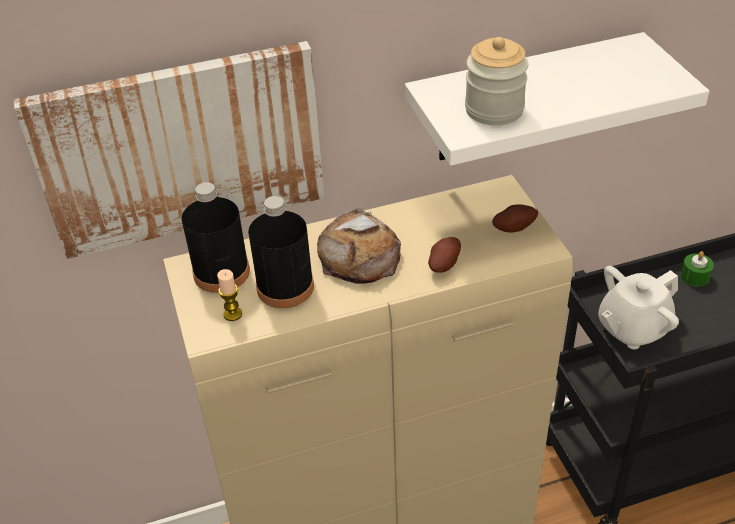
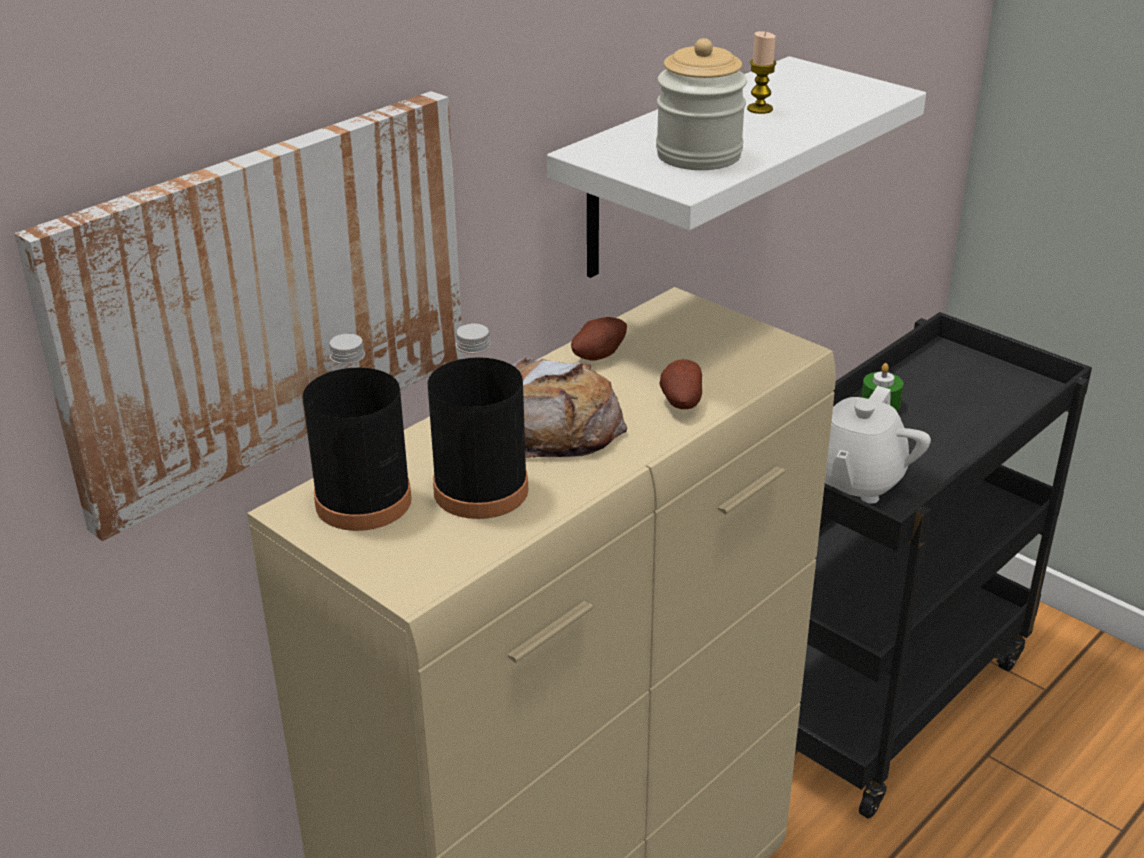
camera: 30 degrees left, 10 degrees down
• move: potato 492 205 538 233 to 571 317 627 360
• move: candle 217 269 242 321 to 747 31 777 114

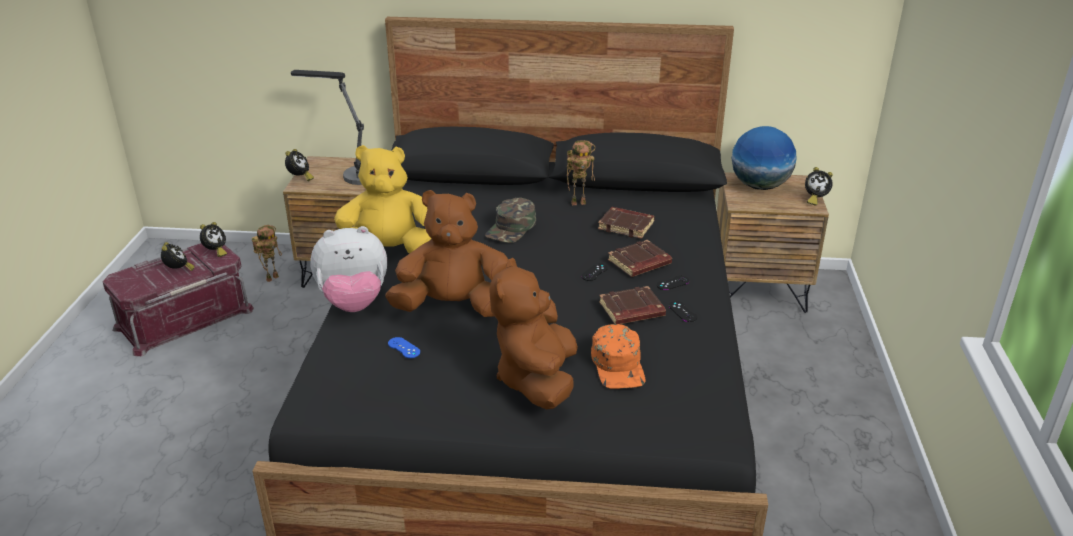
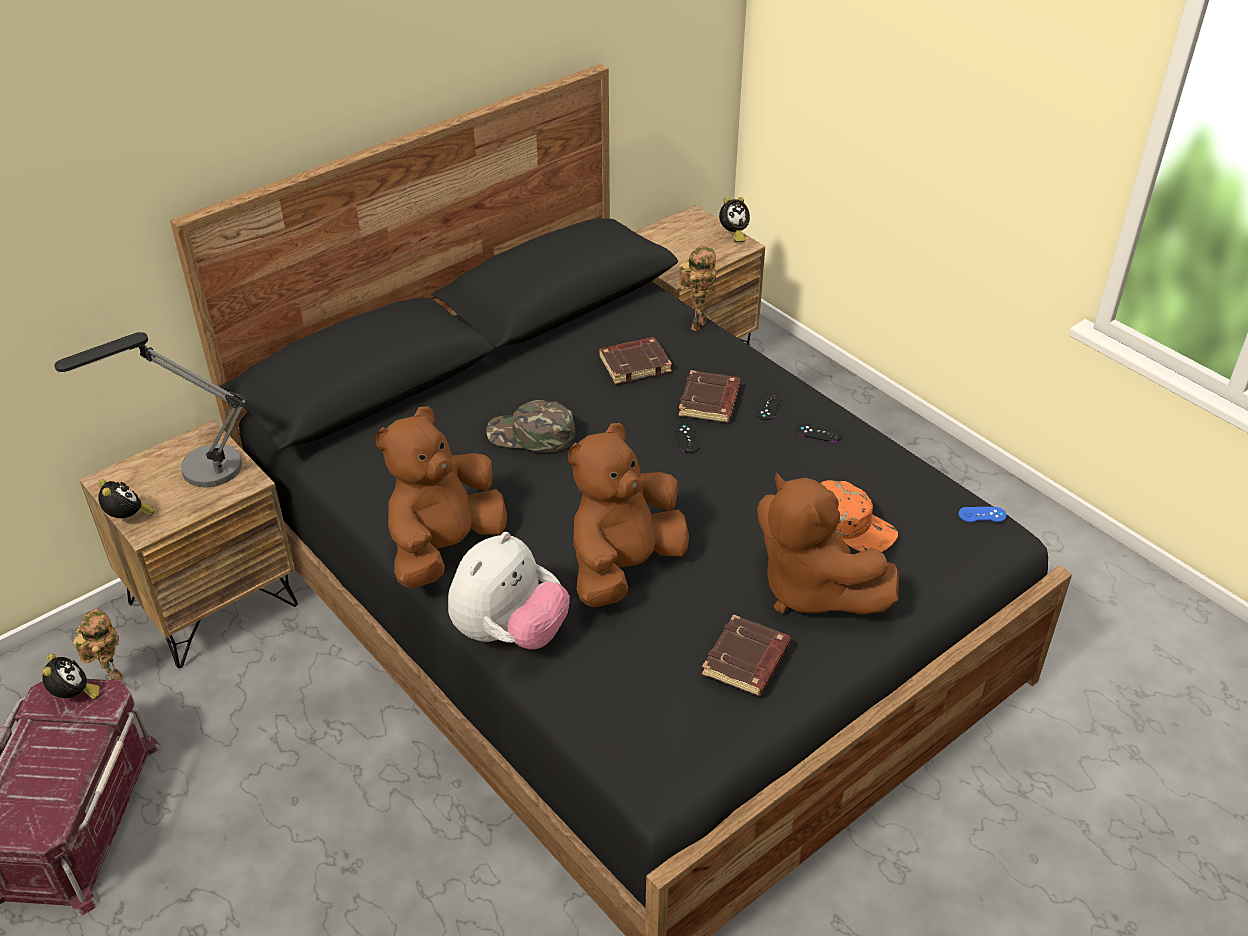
camera: 45 degrees left, 10 degrees up
• recolor: plush toy (yellow) 334 145 432 254 to plush toy (brown) 375 406 507 588
• rotate: cap (green) 485 198 536 243 = 486 400 575 453 120 degrees clockwise
• move: toy robot 566 140 595 205 to 678 246 717 331
• move: book (brown) 599 286 666 324 to 702 614 791 696
• move: game controller (blue) 388 337 420 358 to 958 507 1007 522
• delete: alarm clock 161 242 195 271
• delete: globe 732 126 796 190

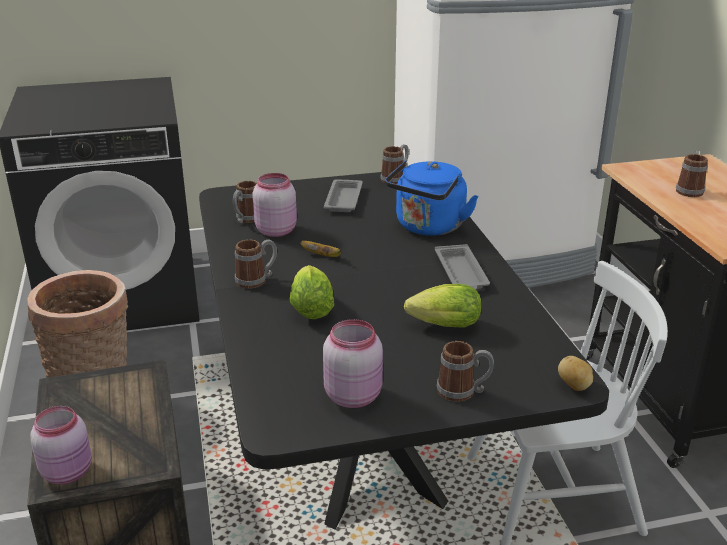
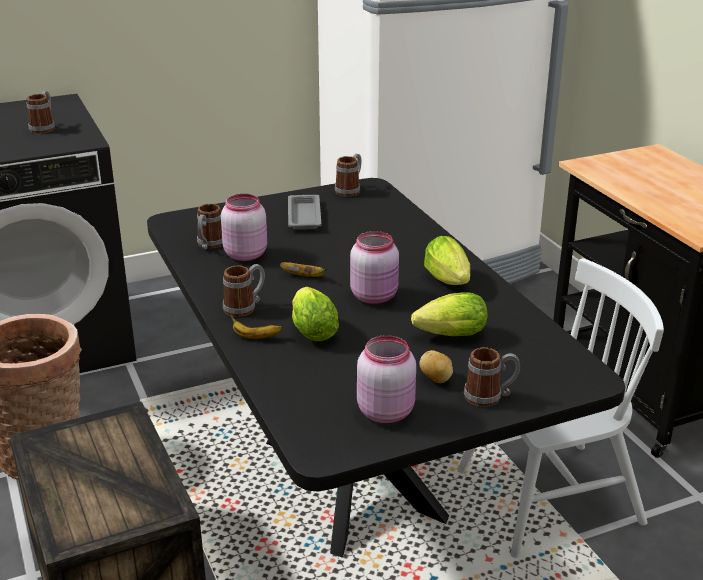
camera: 10 degrees left, 0 degrees up
• move: mug 676 151 708 197 to 27 91 55 134
• insert: banana 230 314 282 339
• move: jar (pink) 30 406 92 485 to 350 231 399 304
• move: potato 558 356 593 391 to 419 350 453 383
• replace: tray (grey) 435 244 490 289 to lettuce 424 236 470 285
• delete: kettle (blue) 385 161 479 236

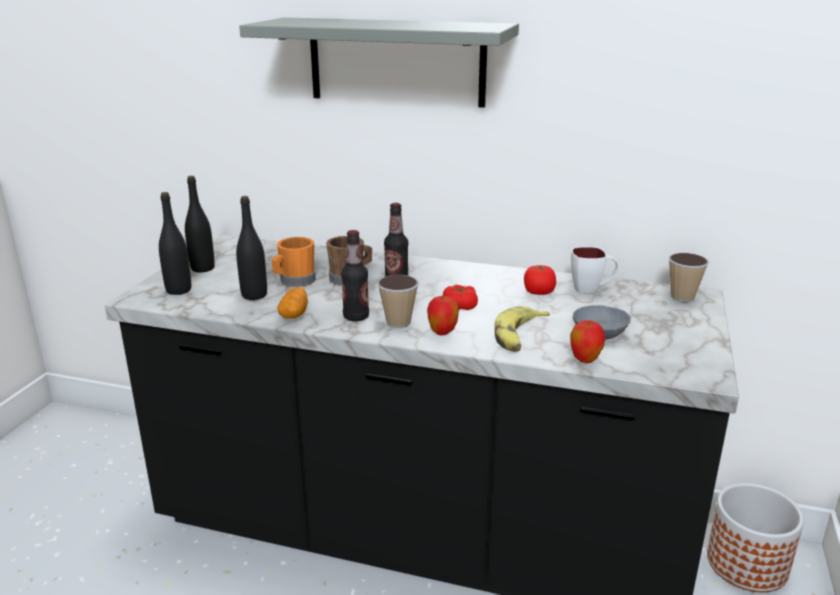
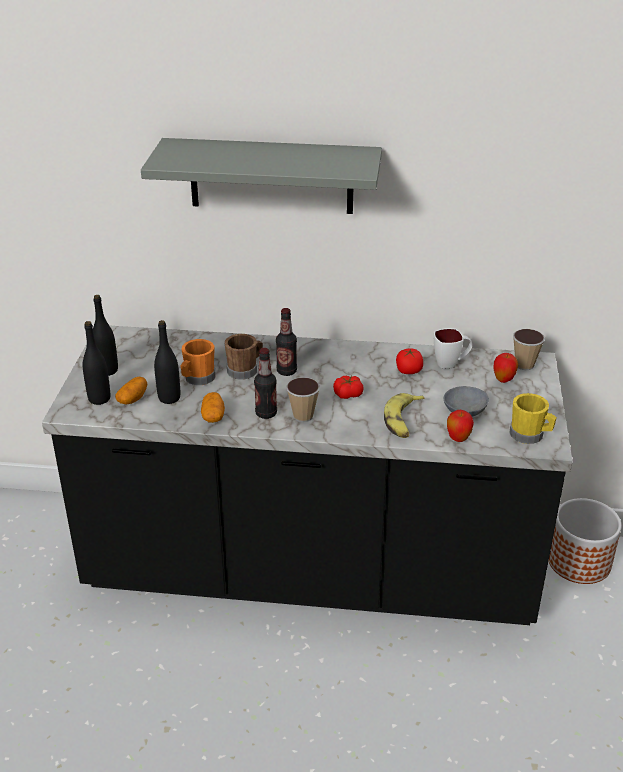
camera: 10 degrees left, 10 degrees up
• insert: potato 115 377 147 404
• move: apple 427 296 459 335 to 494 353 518 383
• insert: mug (yellow) 509 393 557 444

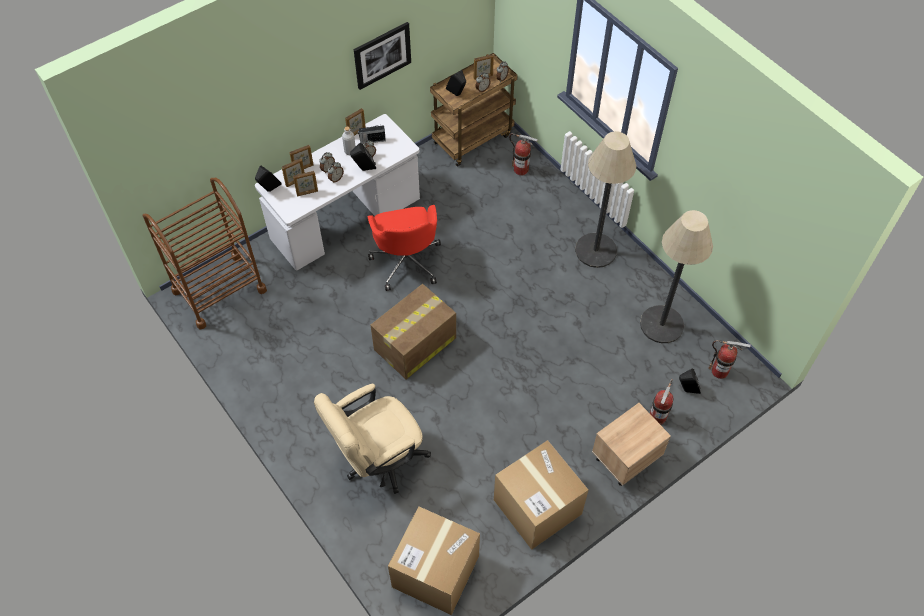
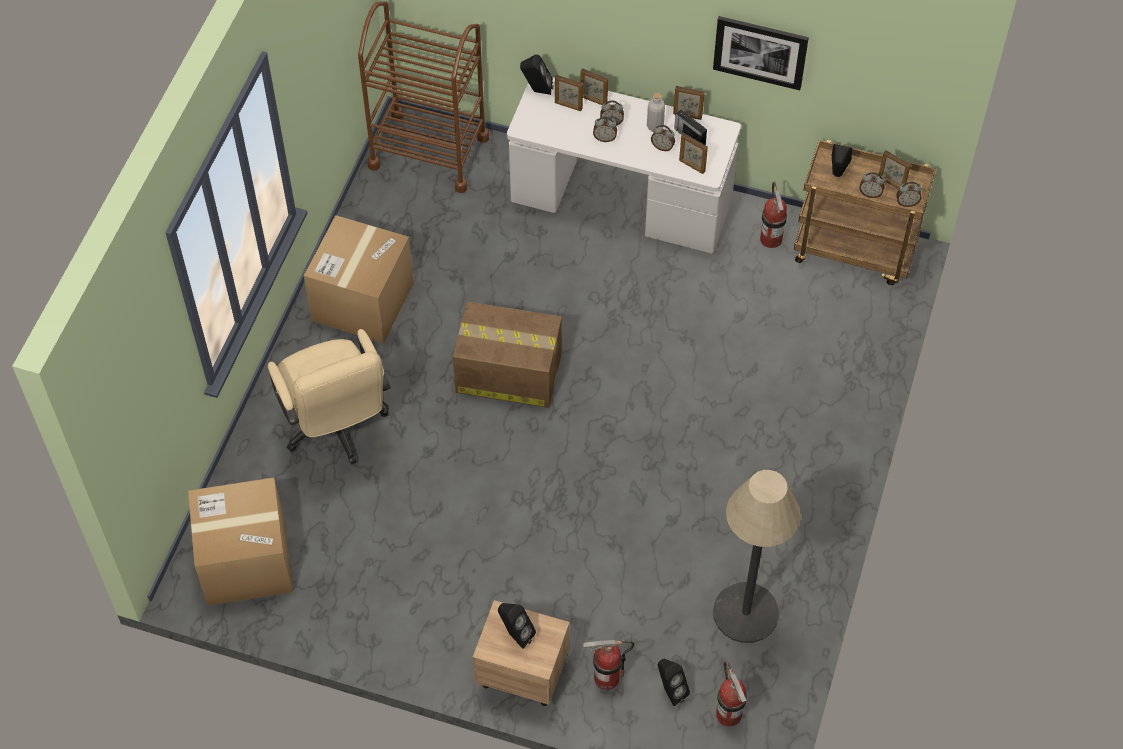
camera: 55 degrees right, 0 degrees up
• rotate: office chair (beige) 314 384 431 494 = 268 329 391 464 135 degrees counterclockwise
• move: cardboard box 494 440 588 550 to 304 215 414 343
• move: speaker (black) 350 143 376 171 to 498 603 536 649
• move: picture frame 293 171 318 196 to 679 133 708 174
• move: fire extinguisher 509 133 538 175 to 760 181 787 248
• delete: office chair (red) 367 205 441 291
• delete: floor lamp 575 131 636 268

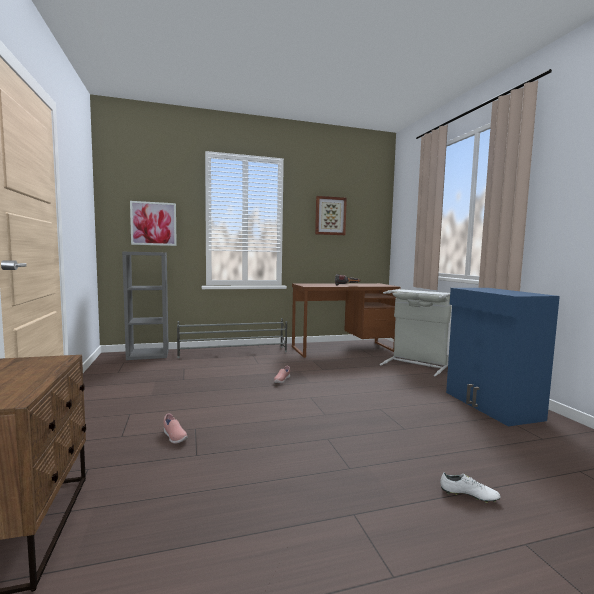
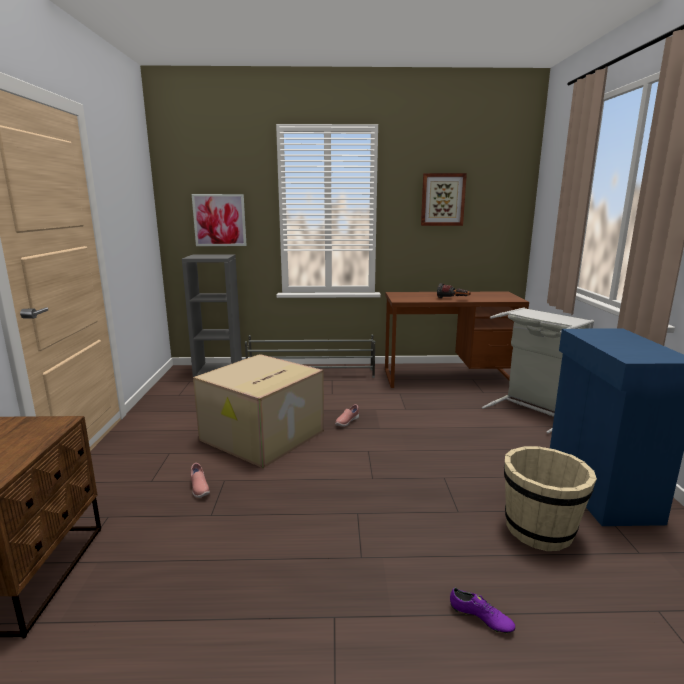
camera: 15 degrees right, 10 degrees up
• insert: cardboard box 193 354 324 468
• recolor: shoe (white) 440 473 501 503 to shoe (purple) 450 587 515 634
• insert: bucket (beige) 504 446 597 551

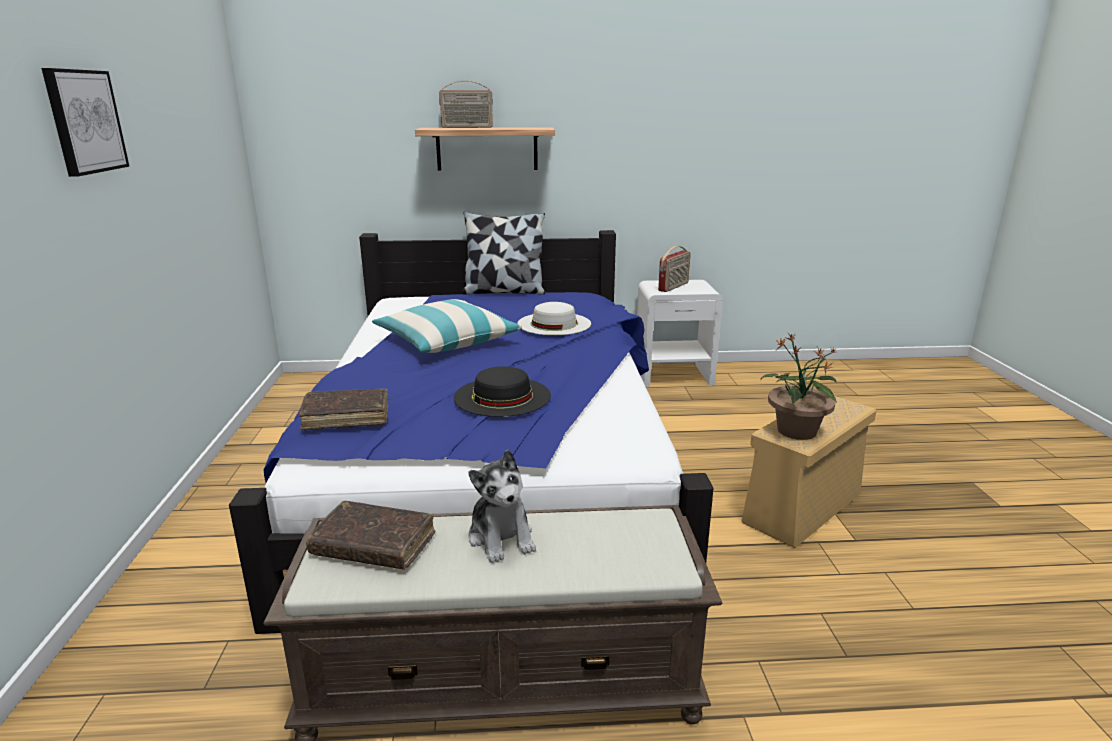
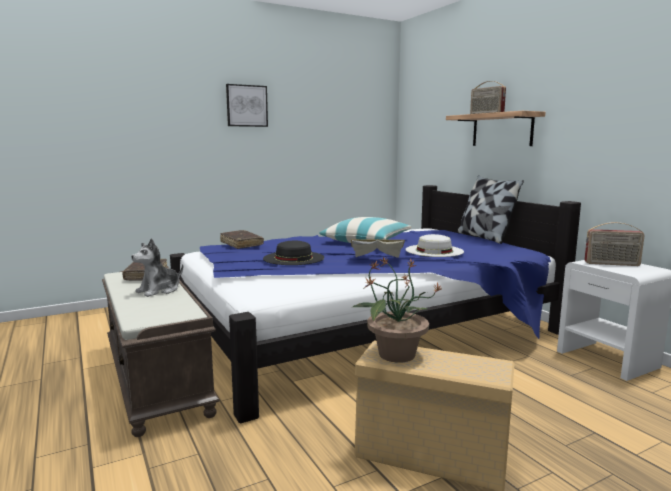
camera: 65 degrees right, 10 degrees down
• insert: book 351 239 405 258

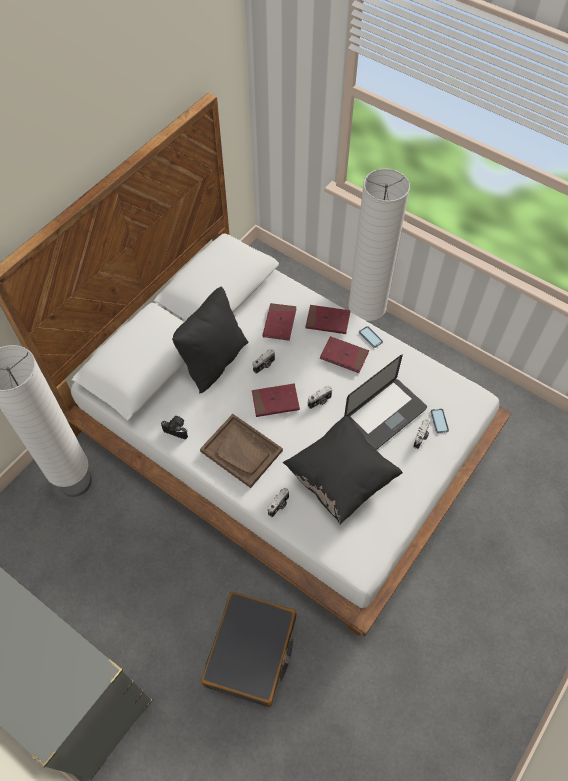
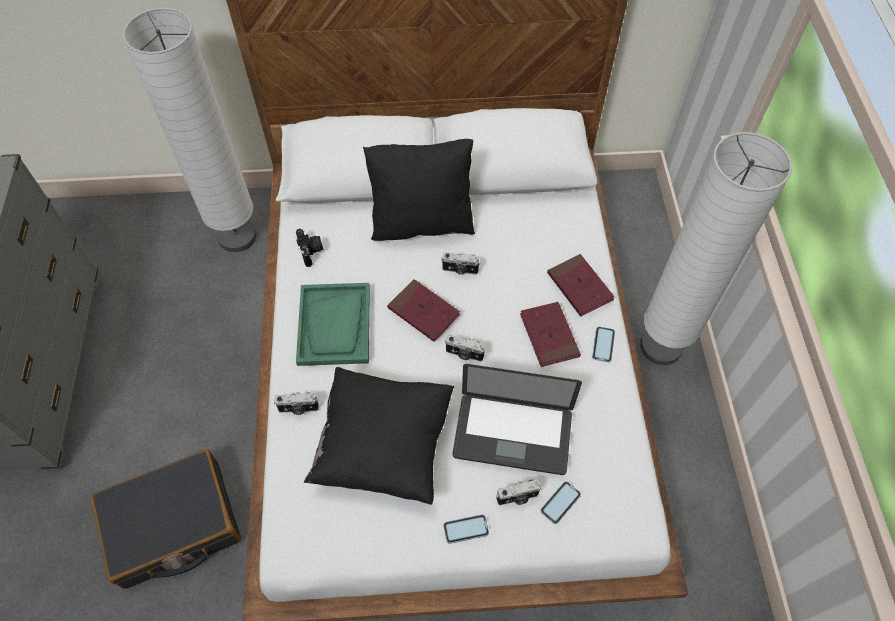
camera: 50 degrees right, 0 degrees up
• recolor: tray (brown) 200 414 283 488 to tray (green) 296 283 370 366
• insert: phone 444 515 489 544
• delete: book (red) 262 303 296 341

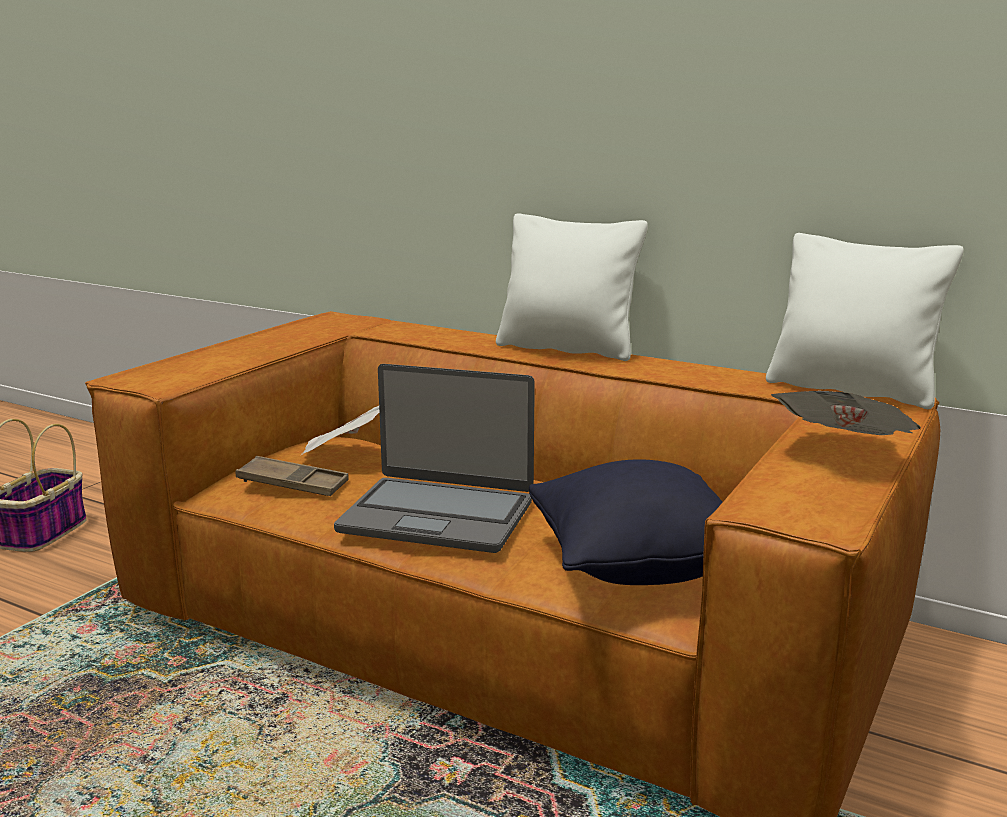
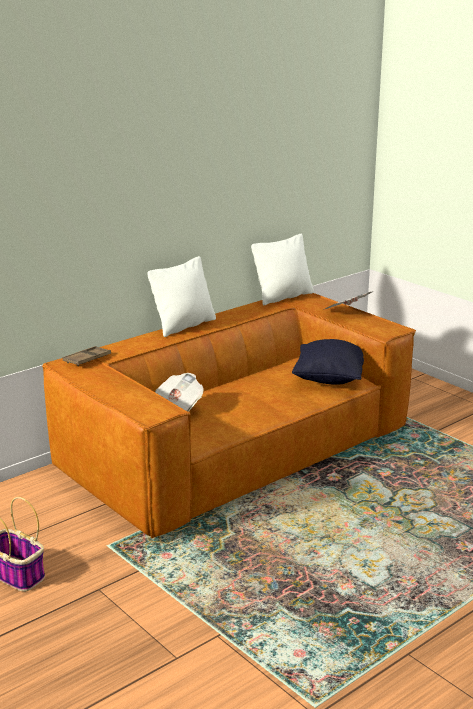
camera: 70 degrees left, 5 degrees up
• move: tray (brown) 236 456 349 496 to 63 346 111 366
• delete: laptop 334 364 535 553

